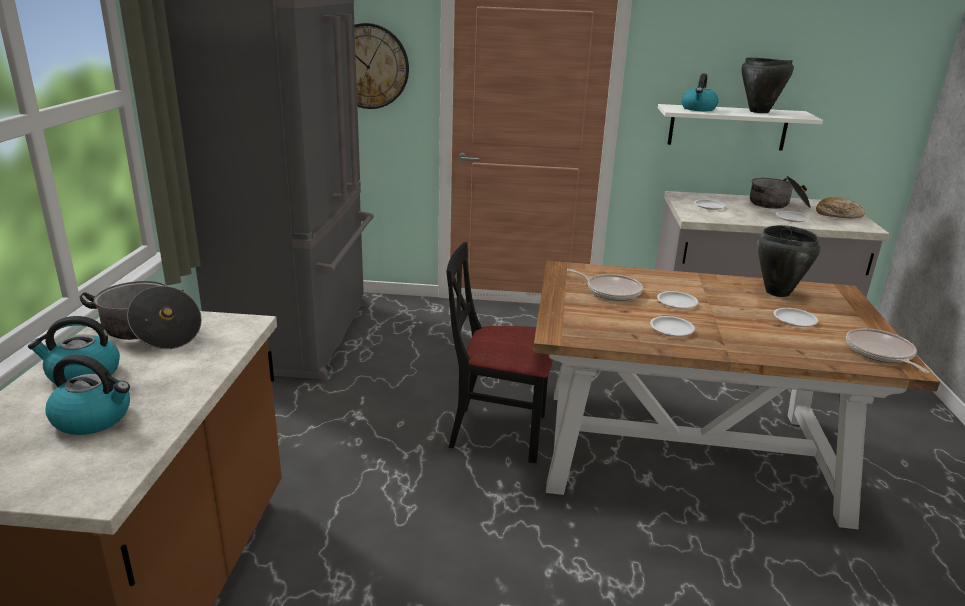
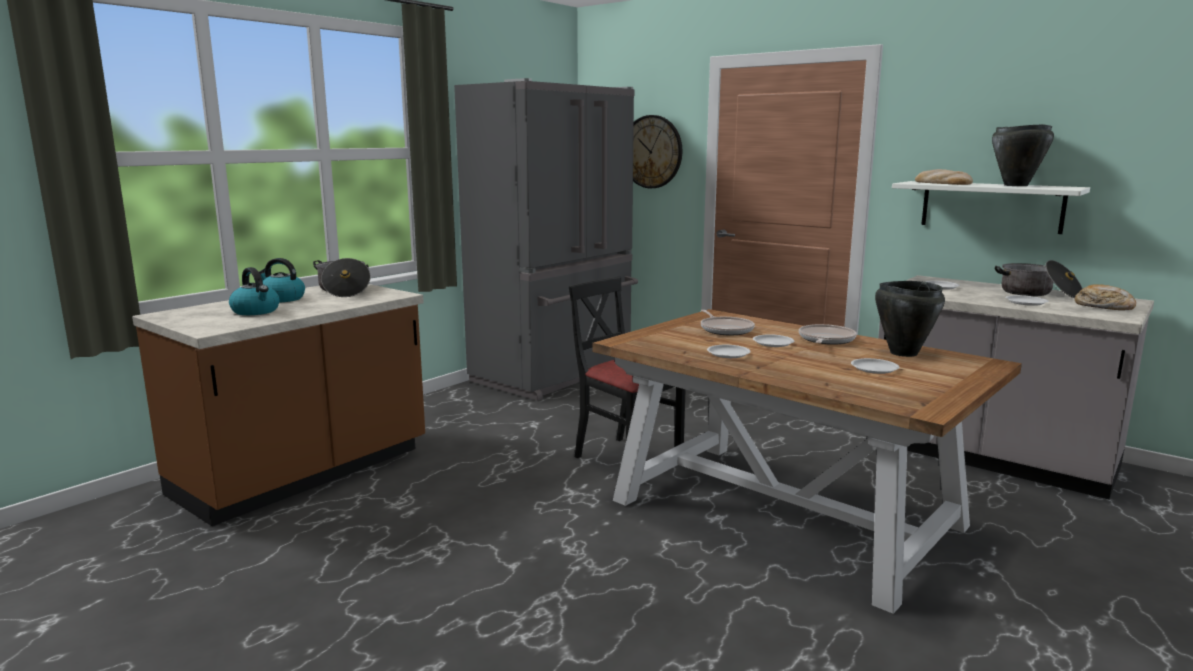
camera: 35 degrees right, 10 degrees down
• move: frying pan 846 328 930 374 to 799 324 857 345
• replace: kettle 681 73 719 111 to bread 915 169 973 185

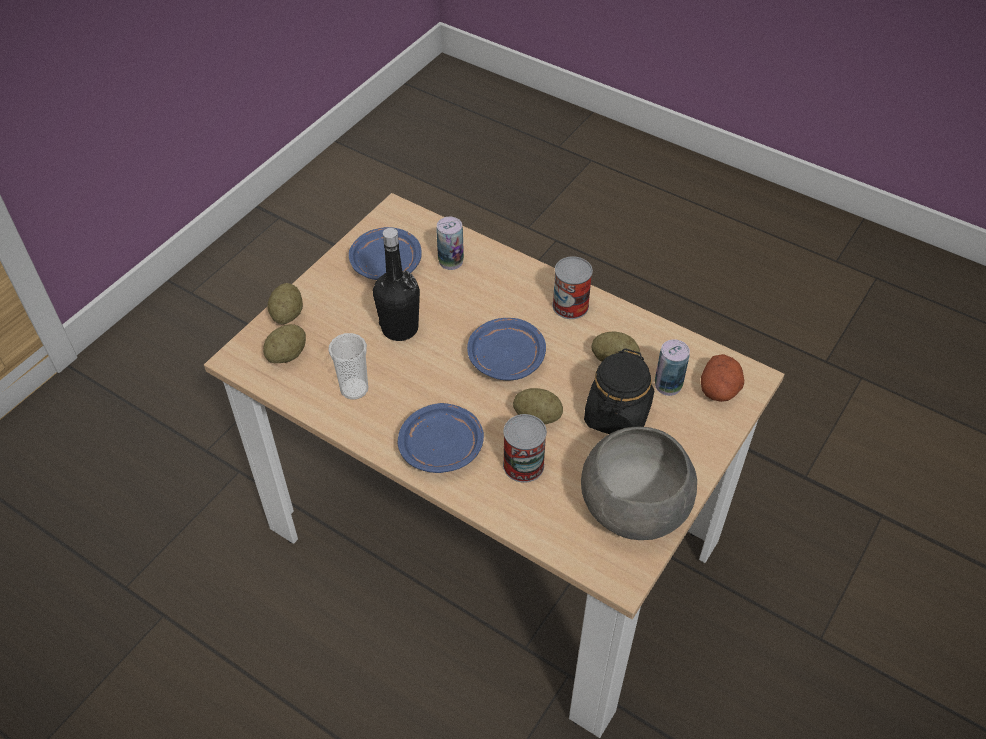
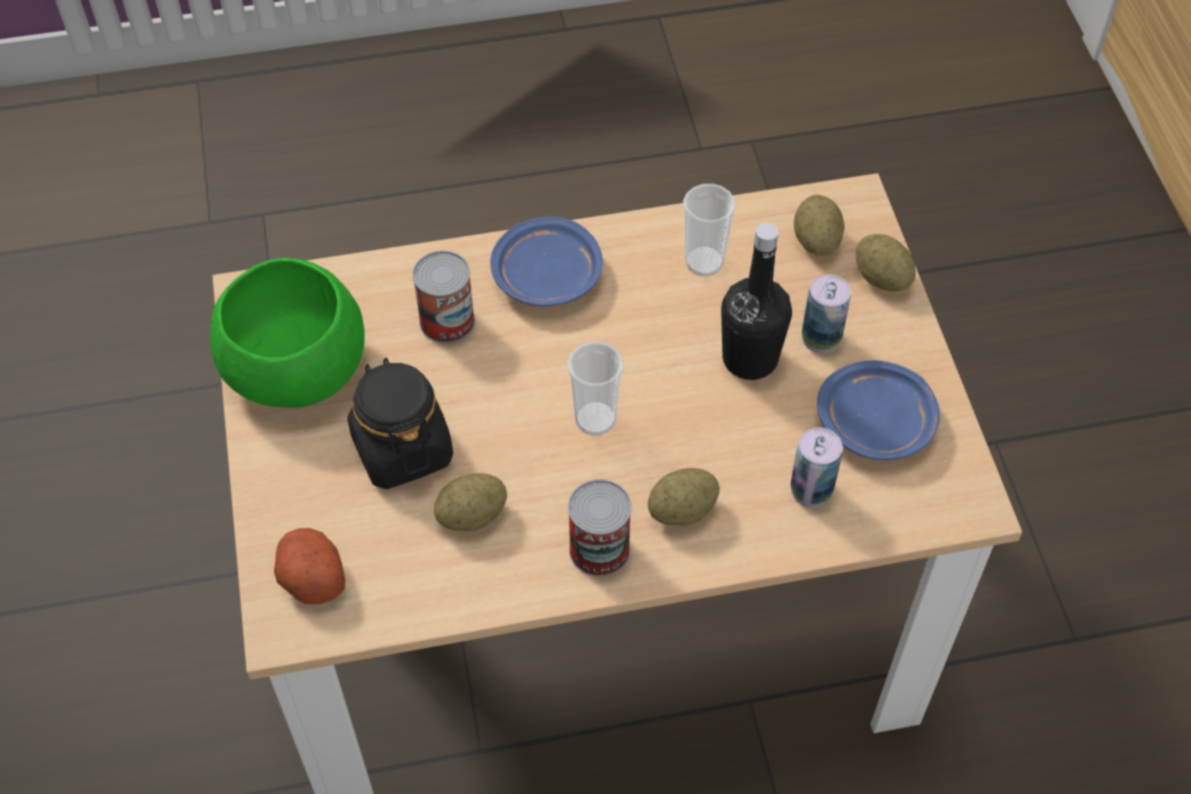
camera: 135 degrees right, 5 degrees up
• recolor: bowl (grey) 581 427 697 540 to bowl (green) 210 258 364 408
• replace: plate (blue) 467 318 546 380 to cup 567 341 624 436
• move: potato 513 388 563 424 to 648 468 720 526
• move: can 655 339 690 396 to 802 274 851 354

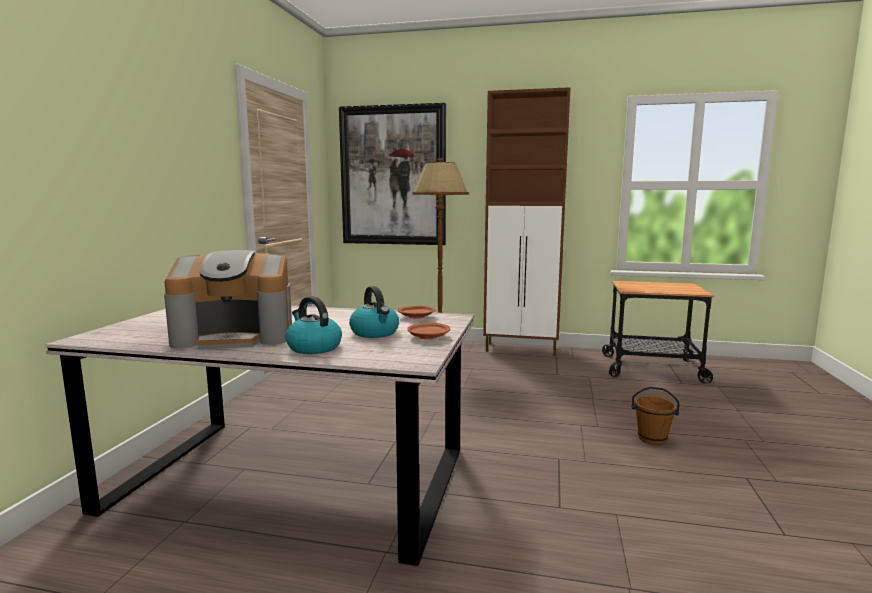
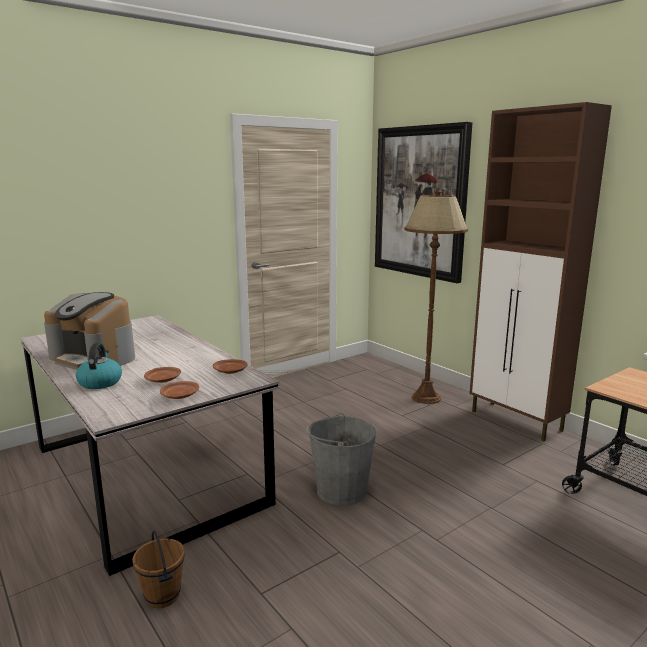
camera: 40 degrees right, 5 degrees up
• move: bucket (brown) 631 387 680 445 to 132 531 185 608
• replace: kettle 349 286 399 338 to plate (brown) 144 367 181 383
• insert: bucket (grey) 306 413 376 506

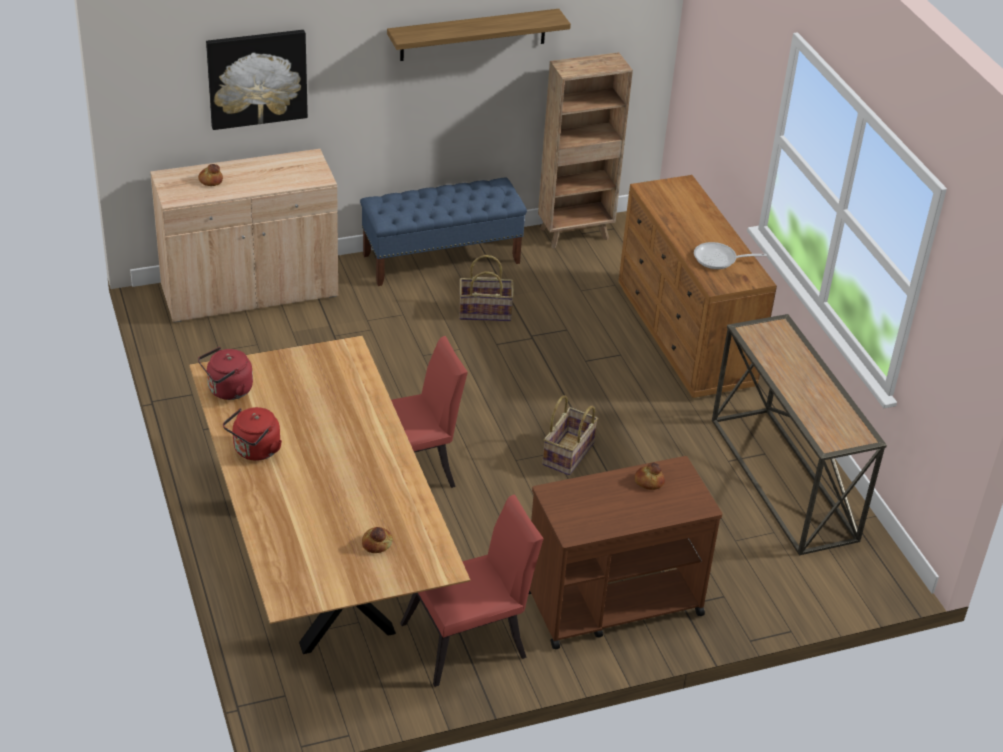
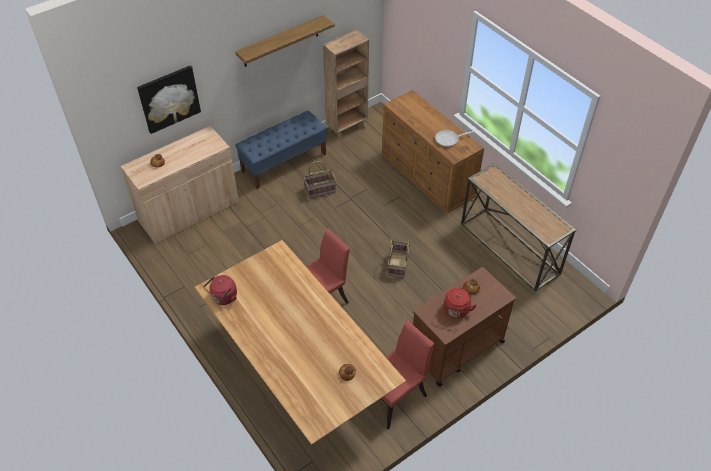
camera: 15 degrees left, 10 degrees up
• move: kettle (red) 223 407 282 461 to 442 288 477 318

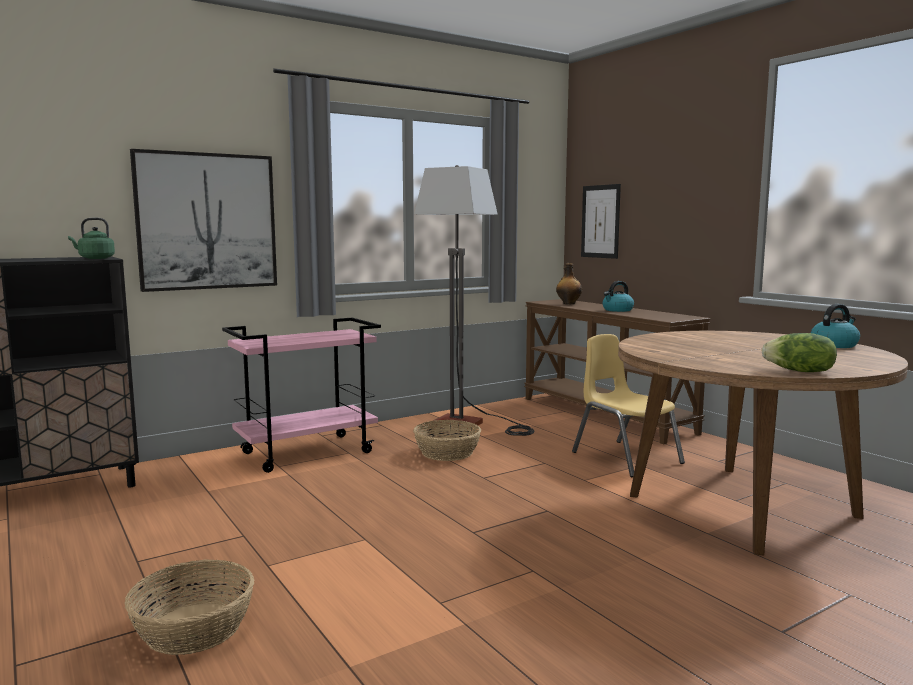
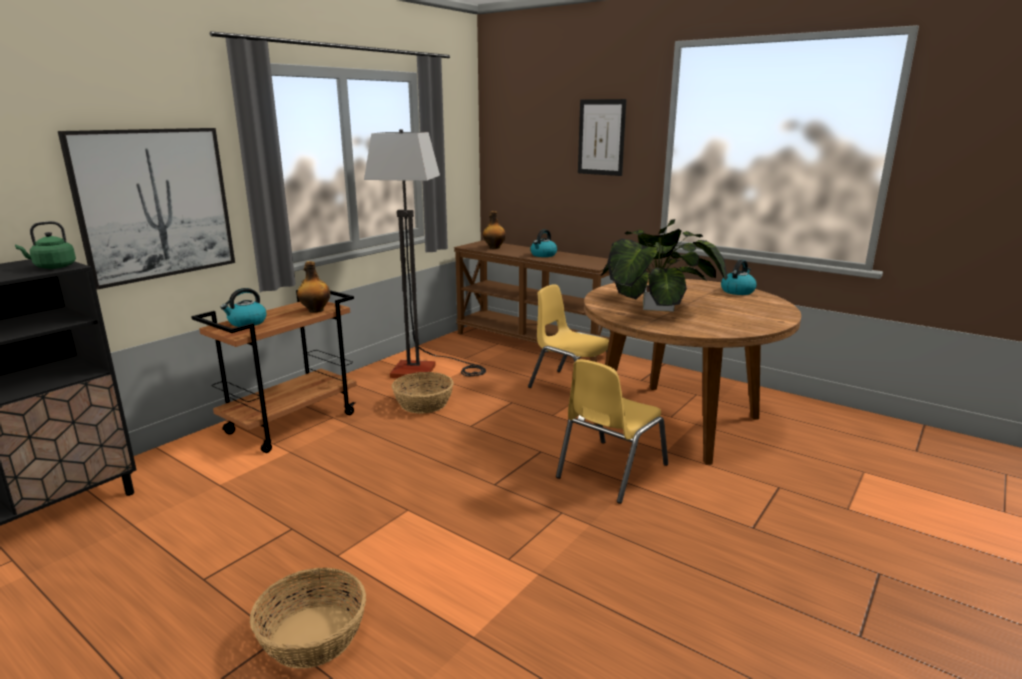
camera: 20 degrees left, 10 degrees up
• recolor: cart (pink) 222 318 381 473 to cart (brown) 191 290 357 453
• insert: kettle 220 288 266 327
• insert: bottle 297 261 330 313
• insert: chair (yellow) 556 359 668 504
• move: picture 581 184 621 259 to 578 99 626 176
• insert: potted plant 600 219 728 312
• delete: lettuce 761 333 837 372

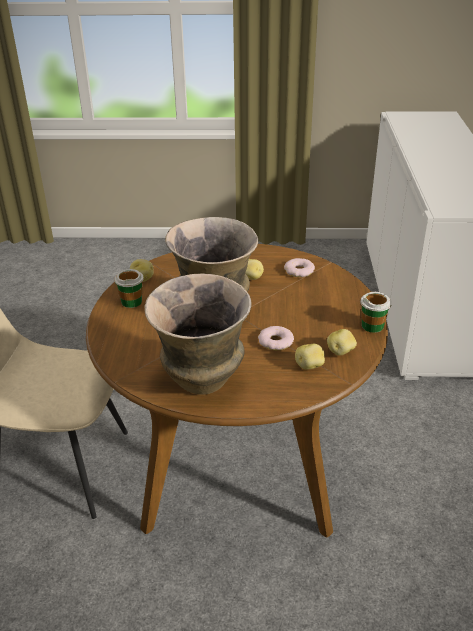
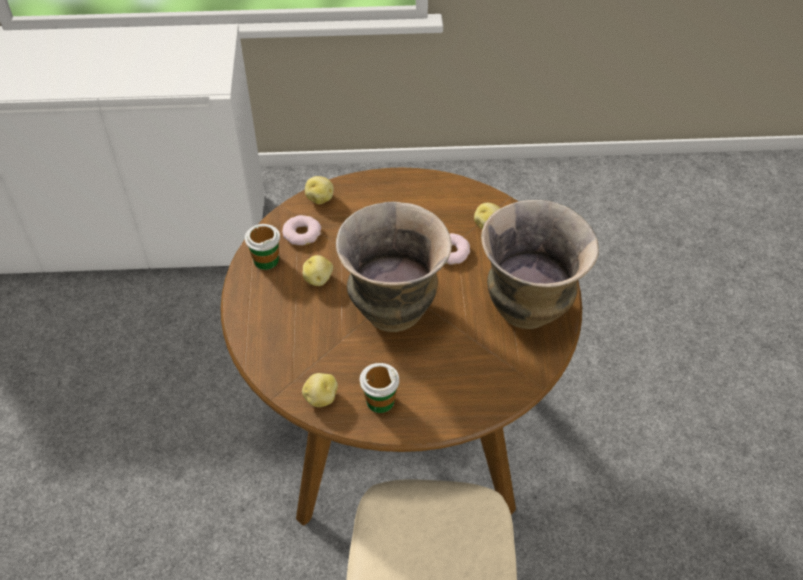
camera: 95 degrees left, 15 degrees up
• move: cup 360 292 392 333 to 245 224 280 270
• move: potato 327 329 357 356 to 305 176 334 204

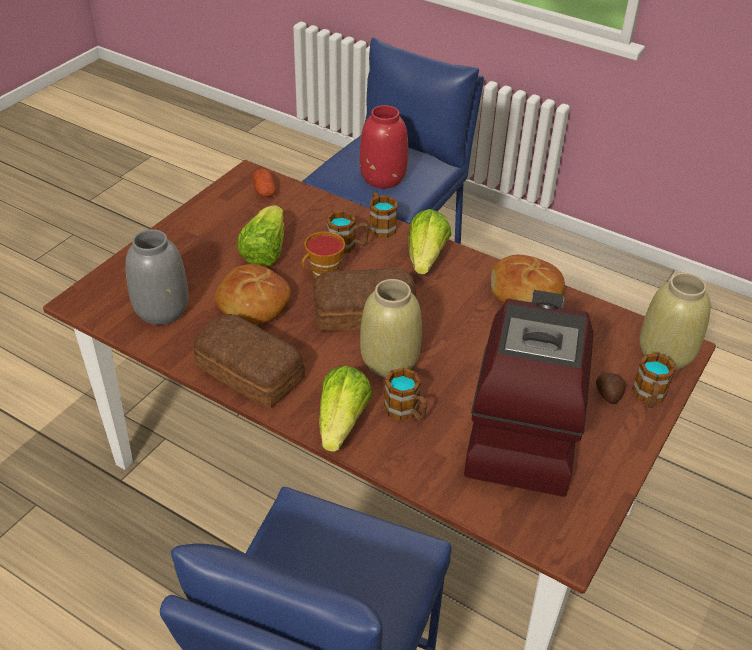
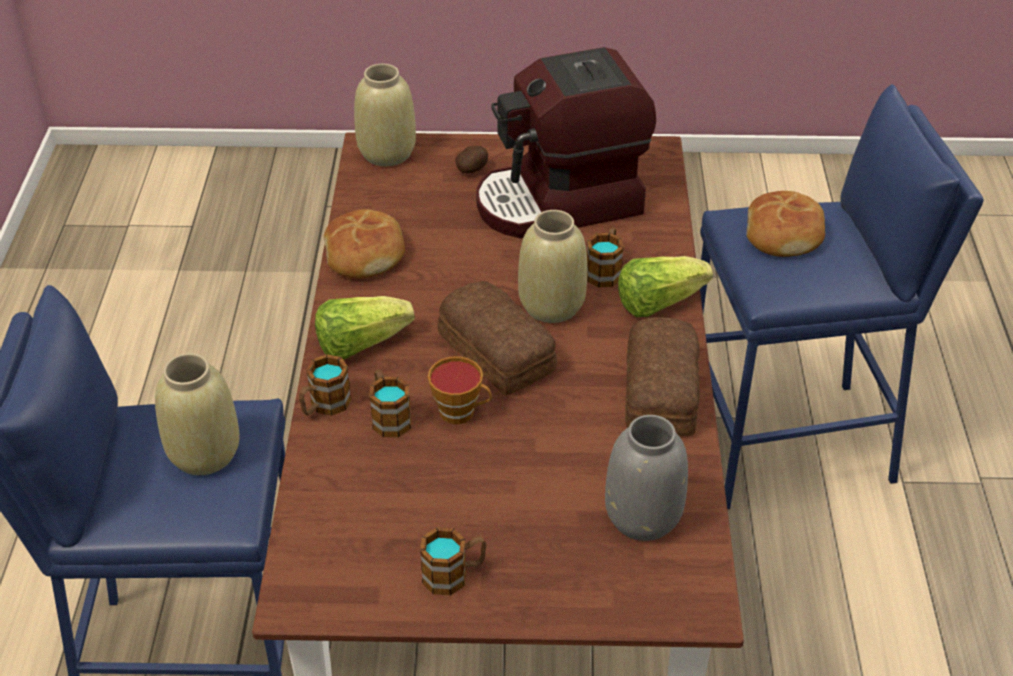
camera: 120 degrees left, 0 degrees up
• recolor: vase (red) 360 105 408 188 to vase (beige) 155 353 239 475
• move: mug 632 353 676 408 to 420 527 486 595
• move: bread 215 264 291 324 to 746 191 825 257
• delete: lettuce 237 205 284 267
• delete: potato 253 169 276 197

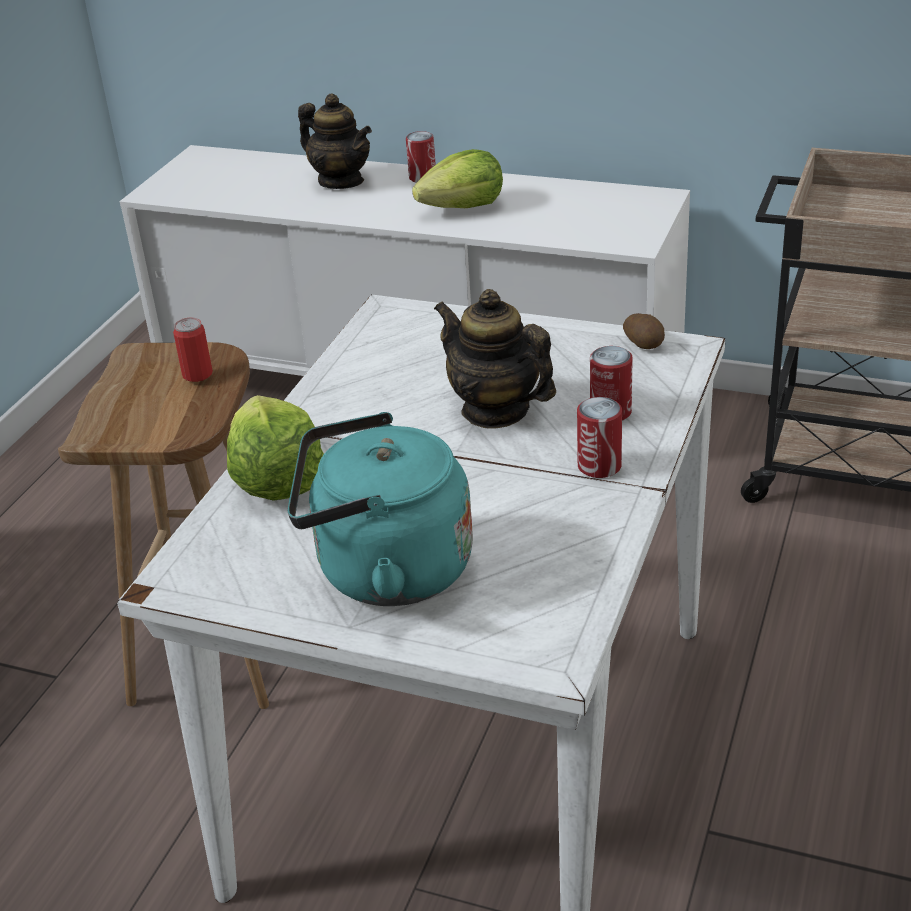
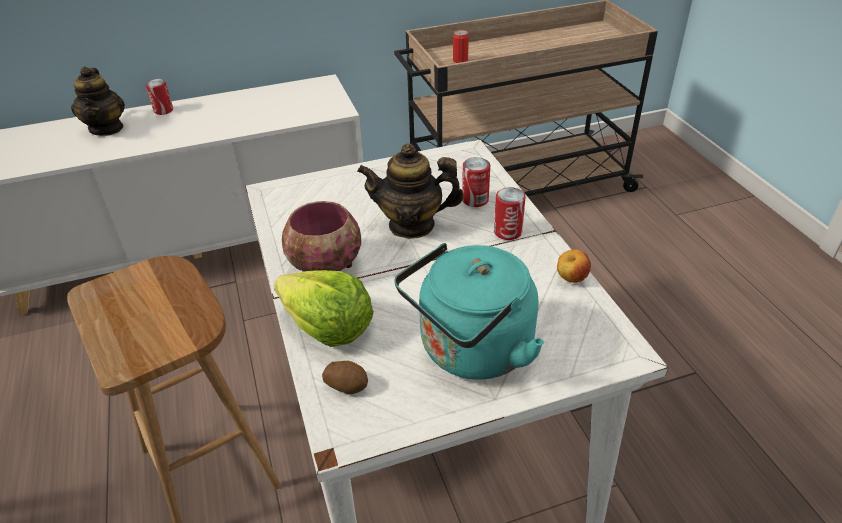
camera: 40 degrees left, 5 degrees up
• rotate: teapot 298 94 372 189 = 71 67 125 136 75 degrees clockwise
• insert: bowl 282 201 361 272
• move: potato 623 313 665 349 to 322 361 368 394
• move: can 173 317 213 382 to 453 30 469 63
• insert: apple 557 250 591 283
• delete: lettuce 412 149 503 208

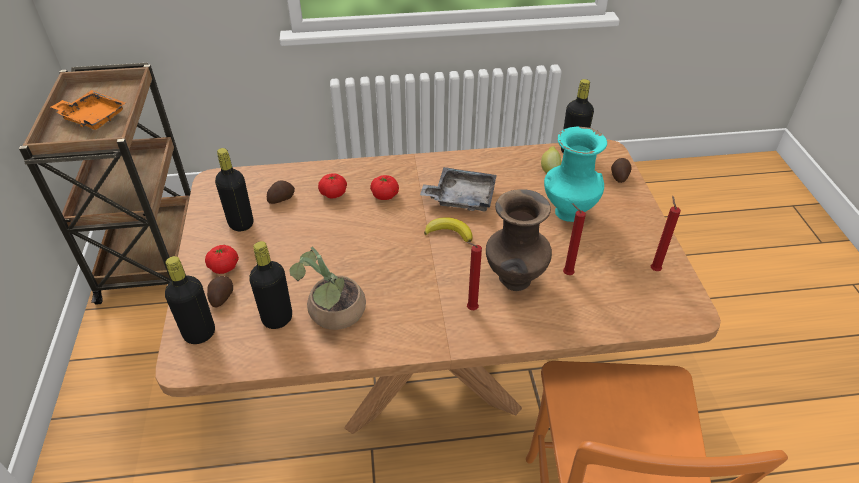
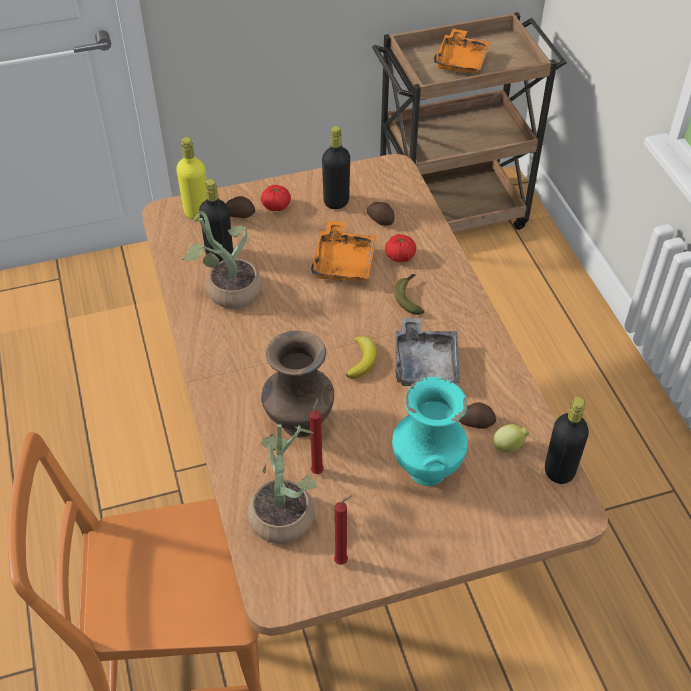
camera: 80 degrees right, 5 degrees up
• recolor: bottle (black) 165 256 215 344 to bottle (yellow) 176 137 207 221
• insert: potted plant 248 424 317 544
• insert: tray (orange) 311 221 377 282
• replace: tomato 370 175 399 200 to banana 394 274 424 315
• move: potato 611 158 631 183 to 459 402 496 429
• delete: candle (red) 466 242 482 310

